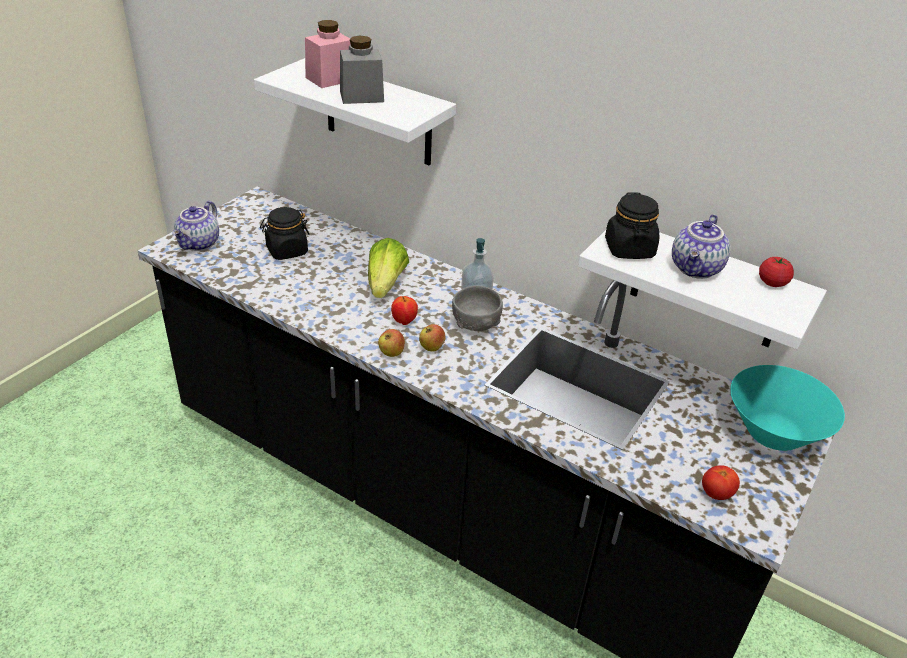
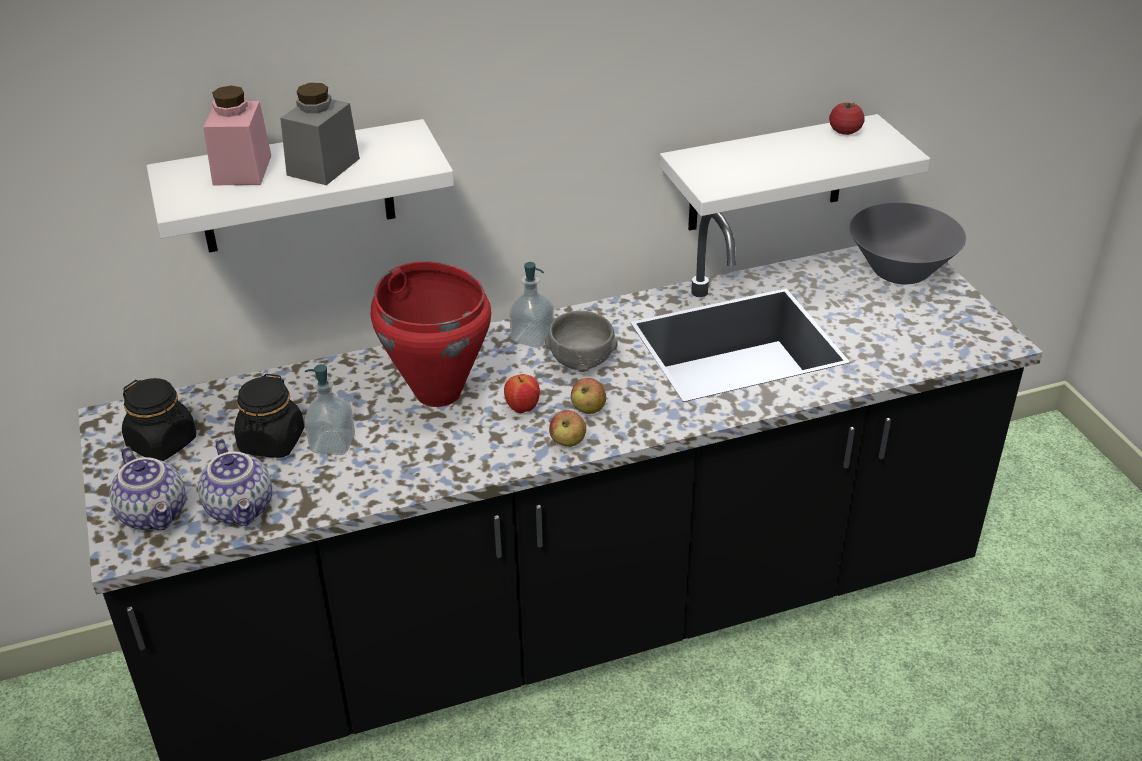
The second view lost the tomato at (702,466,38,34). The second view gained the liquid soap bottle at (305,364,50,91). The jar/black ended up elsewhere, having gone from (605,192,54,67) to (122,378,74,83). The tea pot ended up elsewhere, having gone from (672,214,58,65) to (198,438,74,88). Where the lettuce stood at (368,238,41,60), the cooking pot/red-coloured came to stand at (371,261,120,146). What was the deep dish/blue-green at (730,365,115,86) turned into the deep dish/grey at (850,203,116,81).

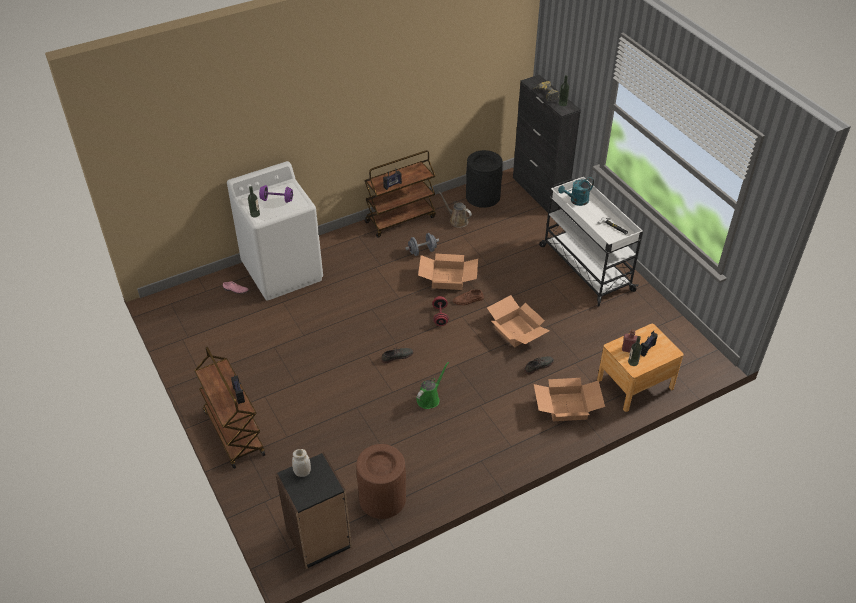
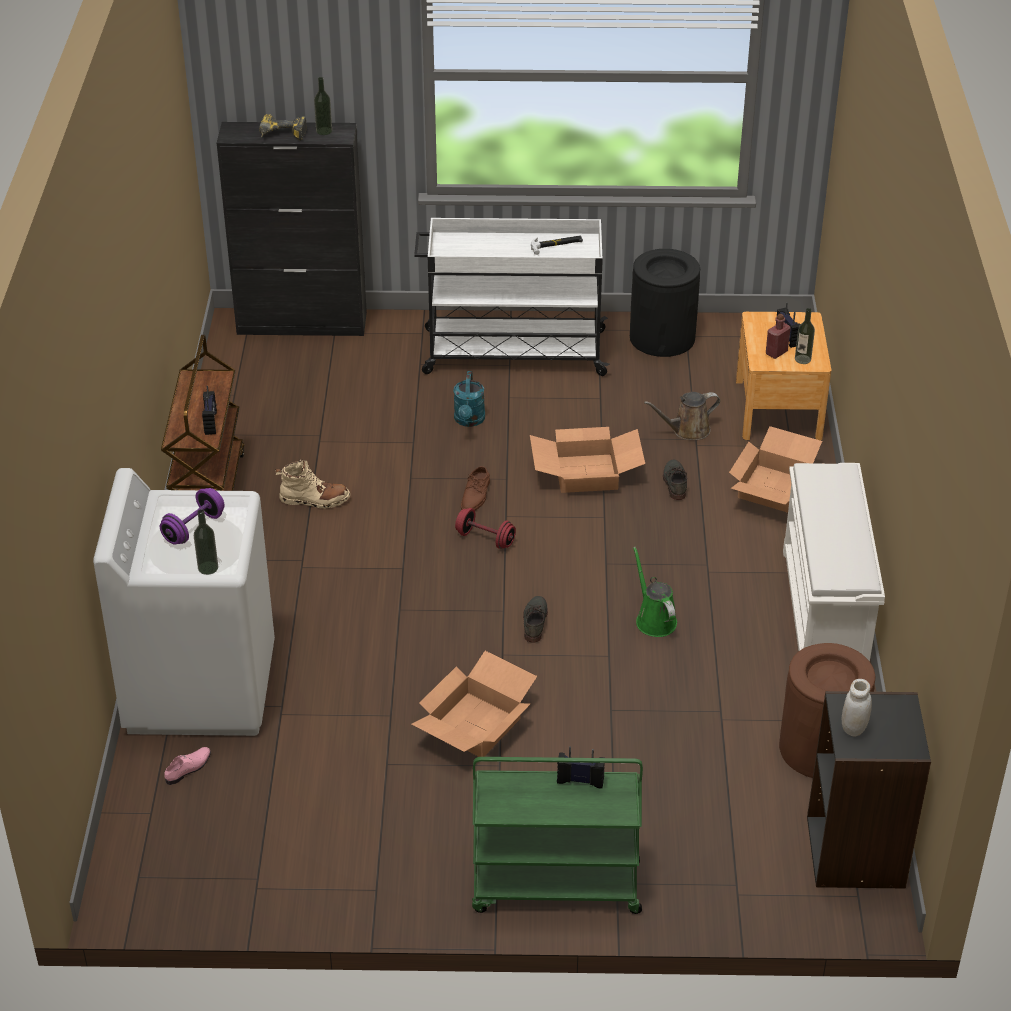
The second view gained the shoe shelf/white at (783,463,102,198). The cardboard box ended up elsewhere, having gone from (418,254,60,36) to (412,651,125,106). The sprinkling can/brownish ended up elsewhere, having gone from (439,191,33,37) to (644,392,76,48). The rubbish bin/black ended up elsewhere, having gone from (466,150,37,58) to (630,249,70,108). The sprinkling can/blue-green ended up elsewhere, having gone from (558,177,36,29) to (453,371,32,56). Where the dumbbell/grey stood at (405,233,34,23), the boot/beige came to stand at (275,459,75,50). What was the wheeled cart/brownish at (194,347,72,122) turned into the wheeled cart/green at (472,757,171,157).

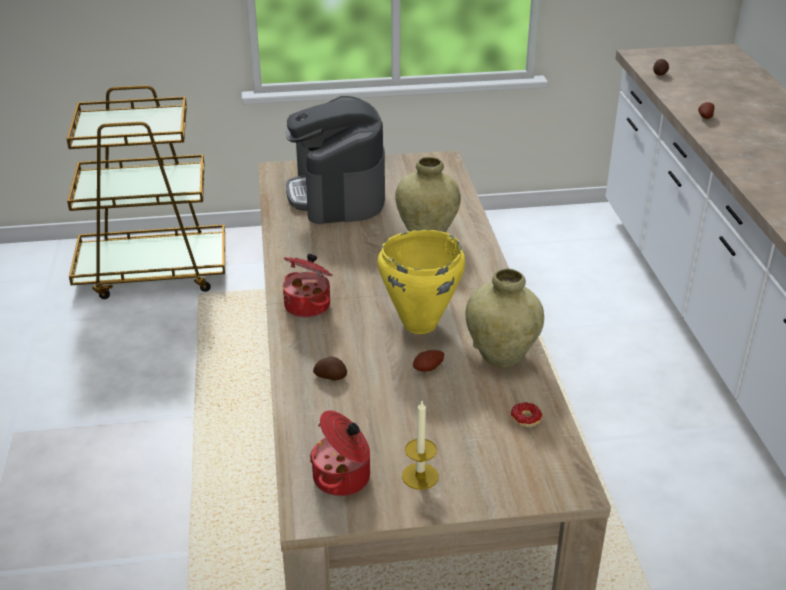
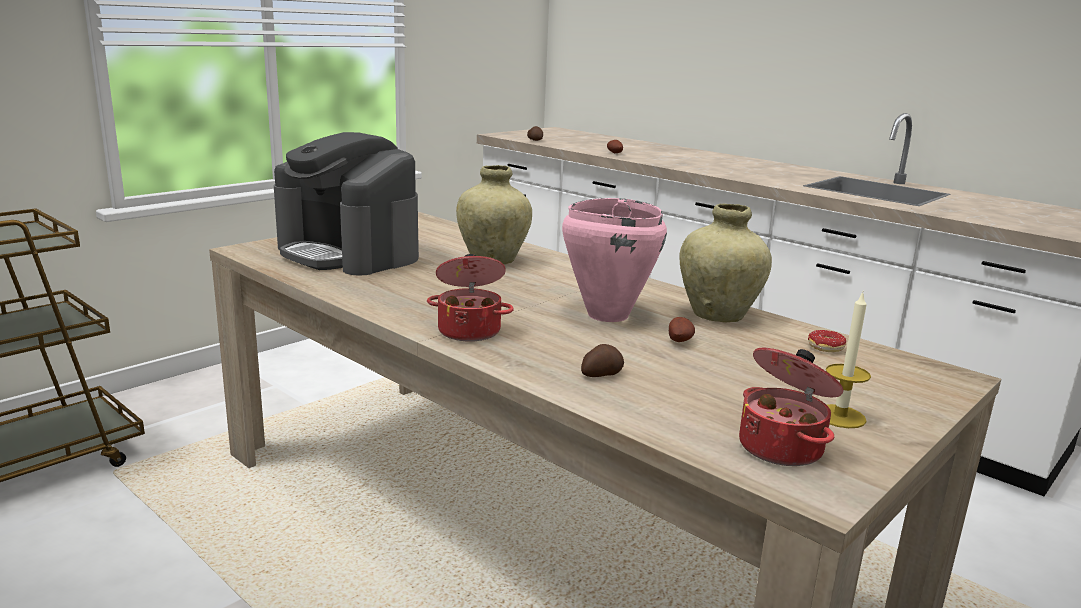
What was the cooking pot/yellow at (377,230,88,104) turned into the cooking pot/pink-coloured at (562,198,105,124).

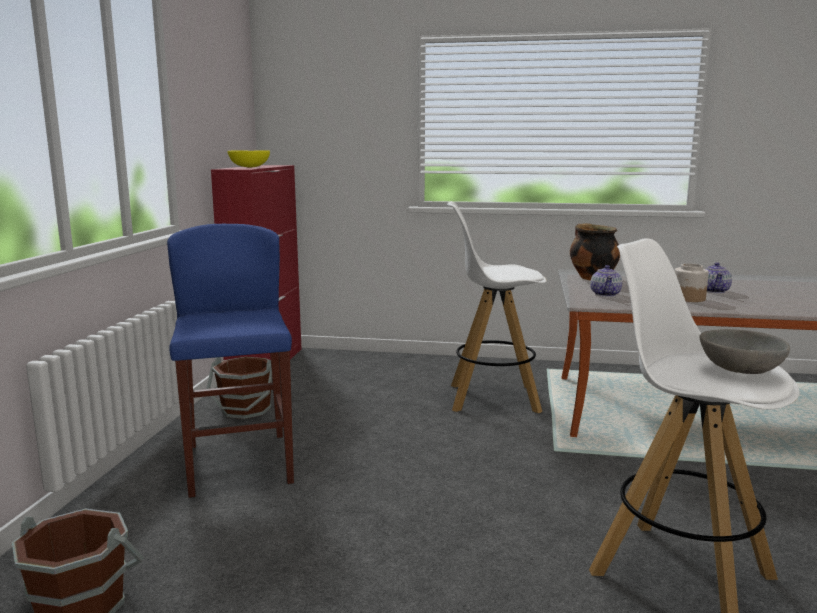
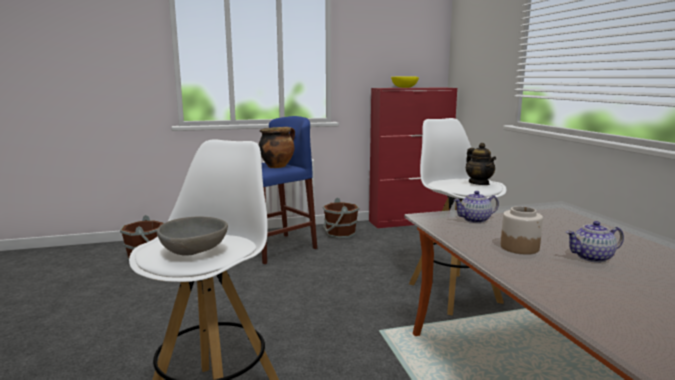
The second view gained the tea pot at (466,143,30,42). The cooking pot ended up elsewhere, having gone from (570,223,50,58) to (259,127,36,41).

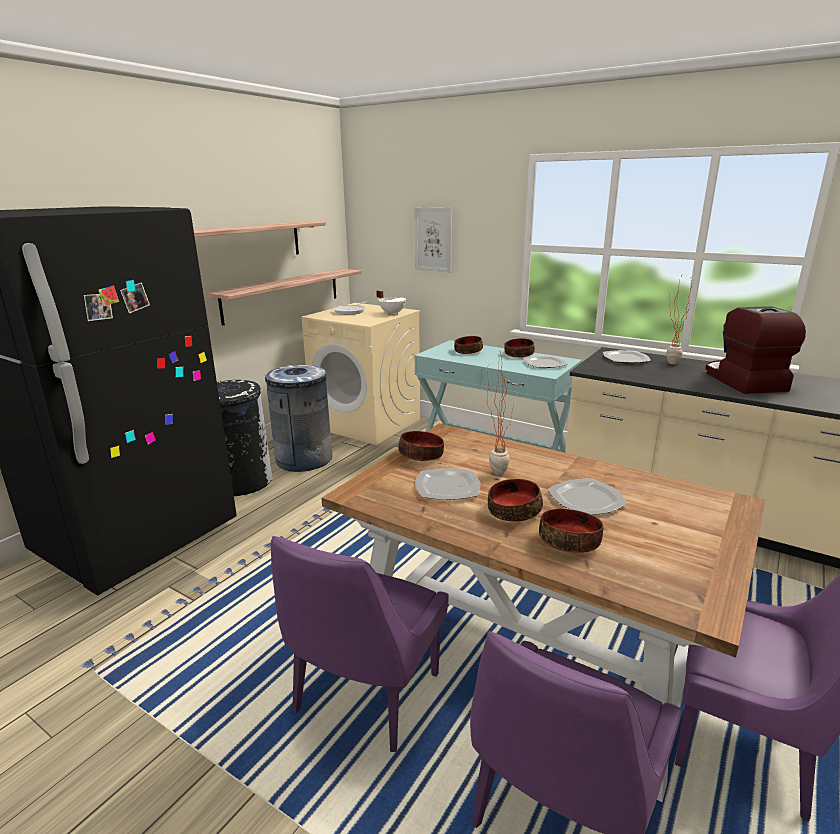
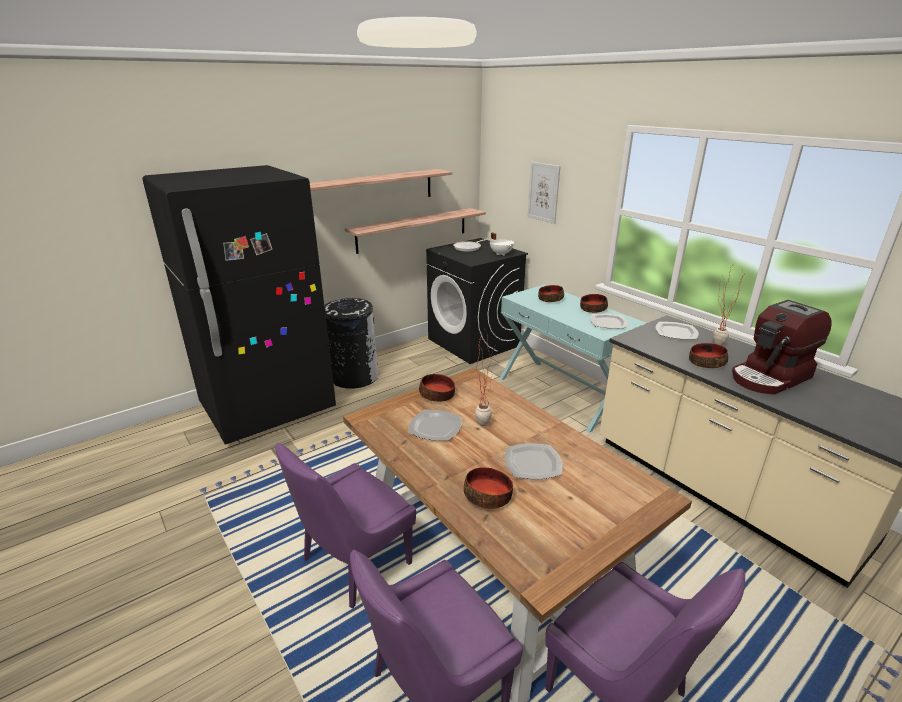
The second view lost the rubbish bin/grey at (265,365,68,107). The deep dish ended up elsewhere, having gone from (488,479,55,43) to (689,343,39,25). What was the washing machine/beige at (302,303,119,142) turned into the washing machine/black at (426,238,102,126). The coffee brewer at (705,306,101,88) ended up facing another way, 135 degrees counterclockwise from before.

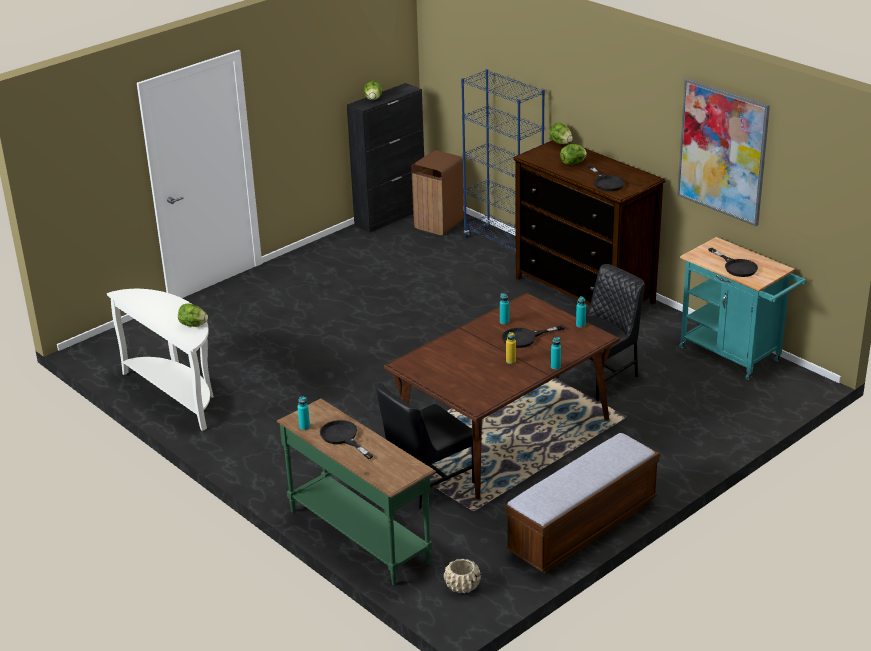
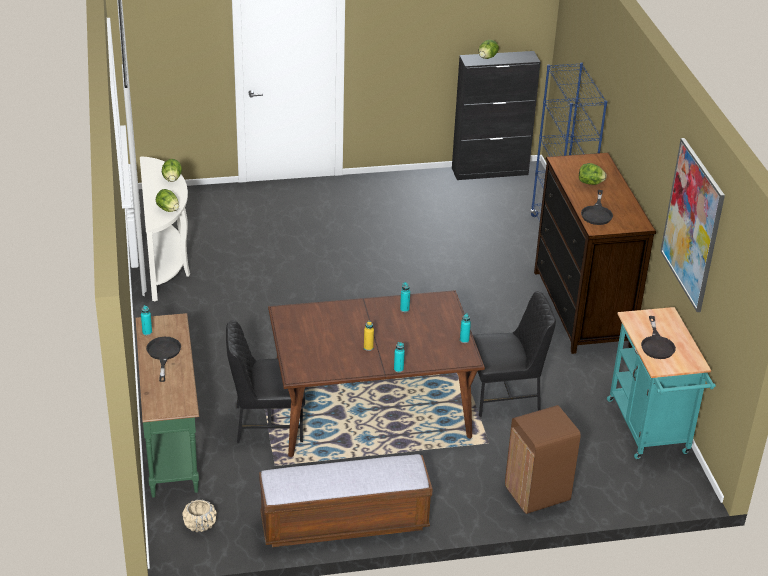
The second view lost the pan/black at (502,325,63,23). The rubbish bin/brownish ended up elsewhere, having gone from (411,150,53,85) to (505,405,76,109). The lettuce ended up elsewhere, having gone from (549,123,24,22) to (162,159,20,23).

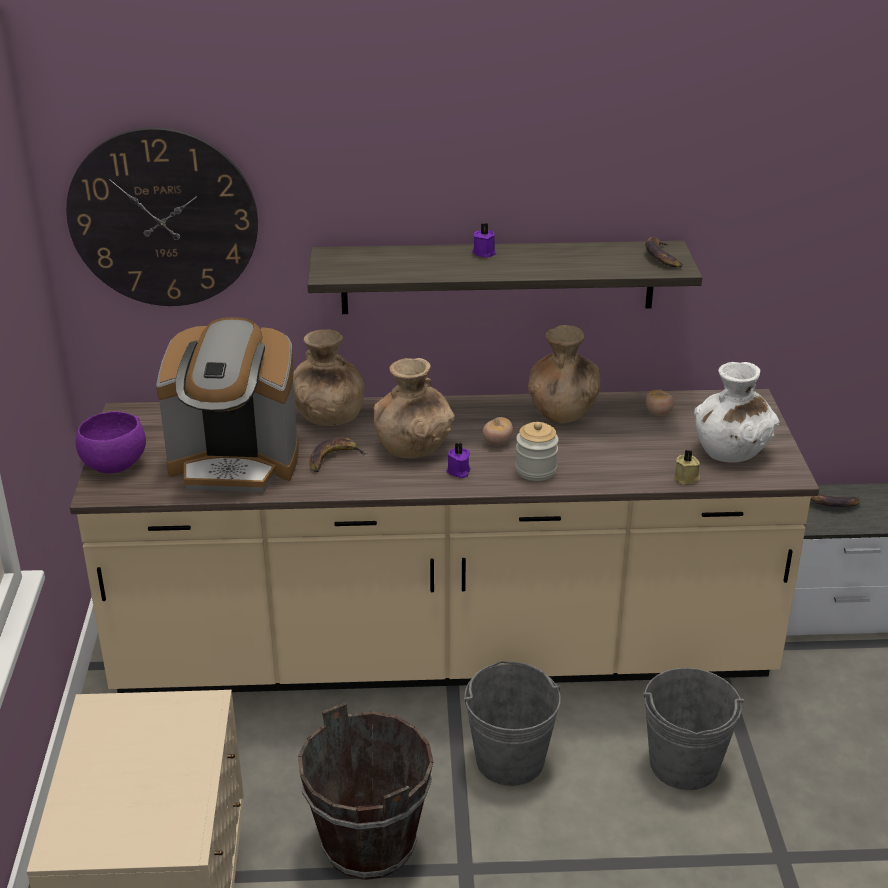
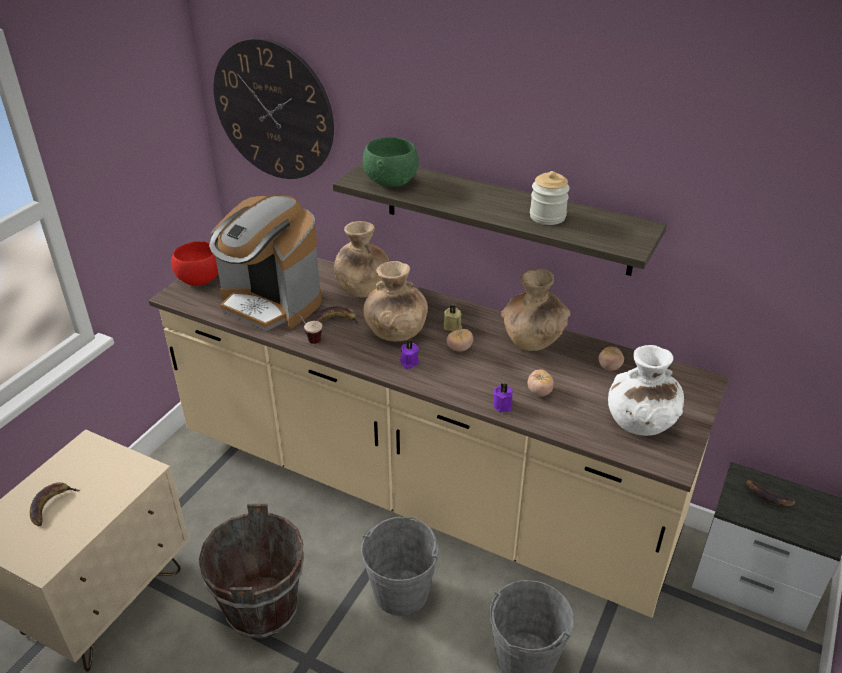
The second view gained the small cup at (290,311,32,33). The second view gained the deep dish/green at (363,137,56,50). The second view gained the tomato at (528,369,26,27). The wax candle/purplish ended up elsewhere, having gone from (472,223,24,35) to (493,383,20,29). The jar ended up elsewhere, having gone from (515,422,44,59) to (530,171,40,54). The banana fruit ended up elsewhere, having gone from (645,237,37,31) to (30,482,50,45). The wax candle/beige ended up elsewhere, having gone from (673,449,27,36) to (444,305,18,26). What was the deep dish/purplish at (76,411,70,62) turned into the deep dish/red-coloured at (171,241,47,45).

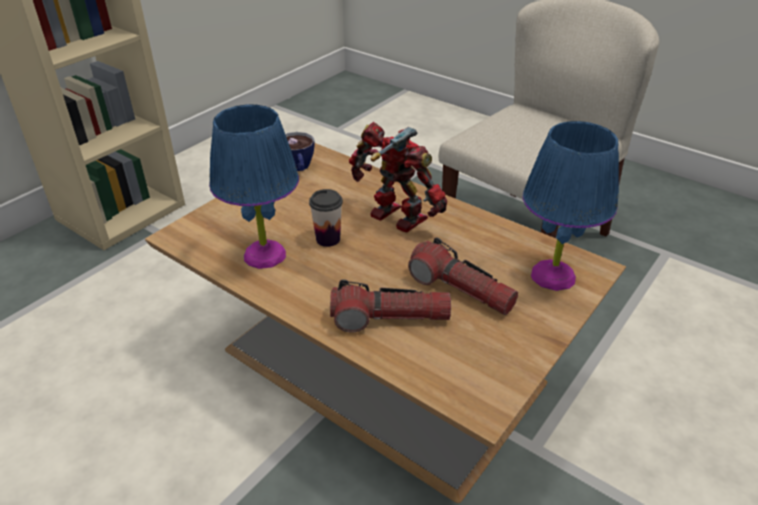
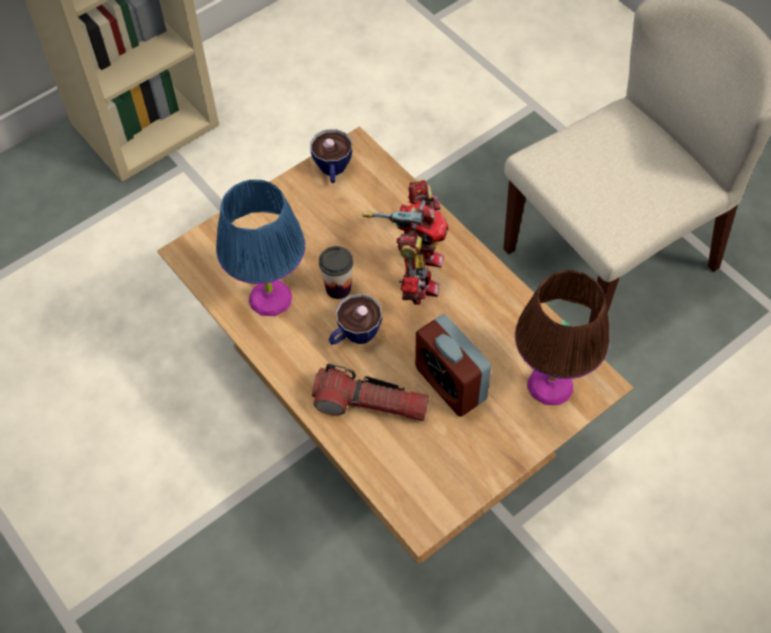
The second view gained the small cup at (329,294,53,51). Where the flashlight stood at (408,237,110,78), the alarm clock came to stand at (415,314,76,103). What was the lamp for a table/blue-coloured at (523,121,96,170) turned into the lamp for a table/brownish at (515,270,95,135). The toy robot at (349,122,98,110) ended up facing another way, 45 degrees clockwise from before.

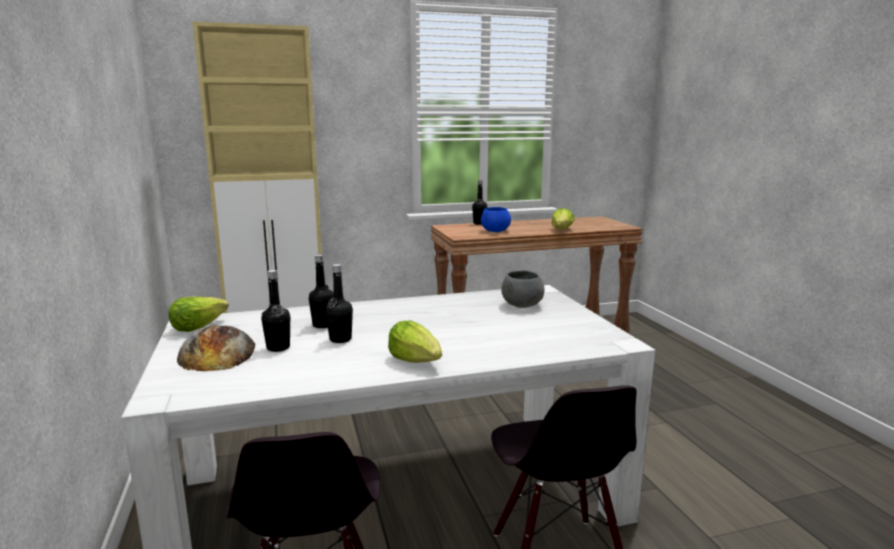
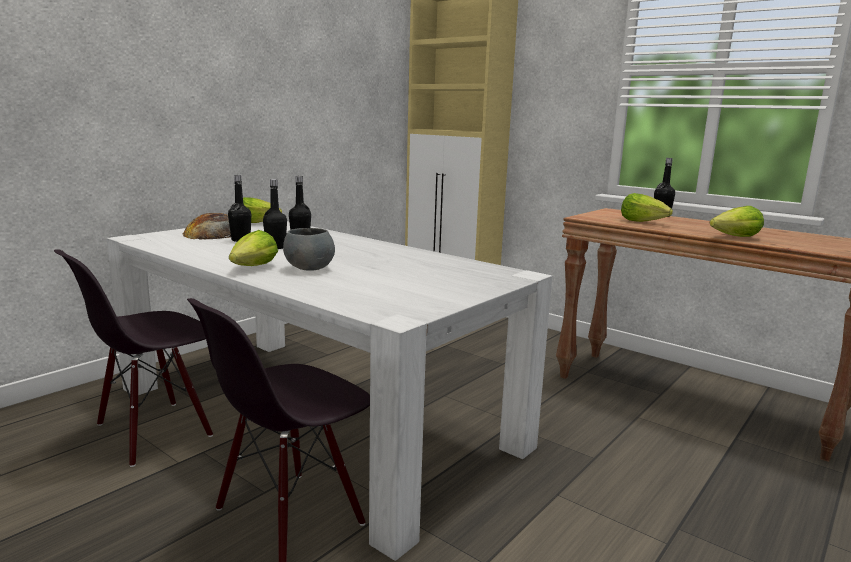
The deep dish/grey ended up elsewhere, having gone from (501,271,44,37) to (283,228,52,43). Where the deep dish/blue-coloured stood at (481,207,30,25), the lettuce came to stand at (621,193,52,29).

